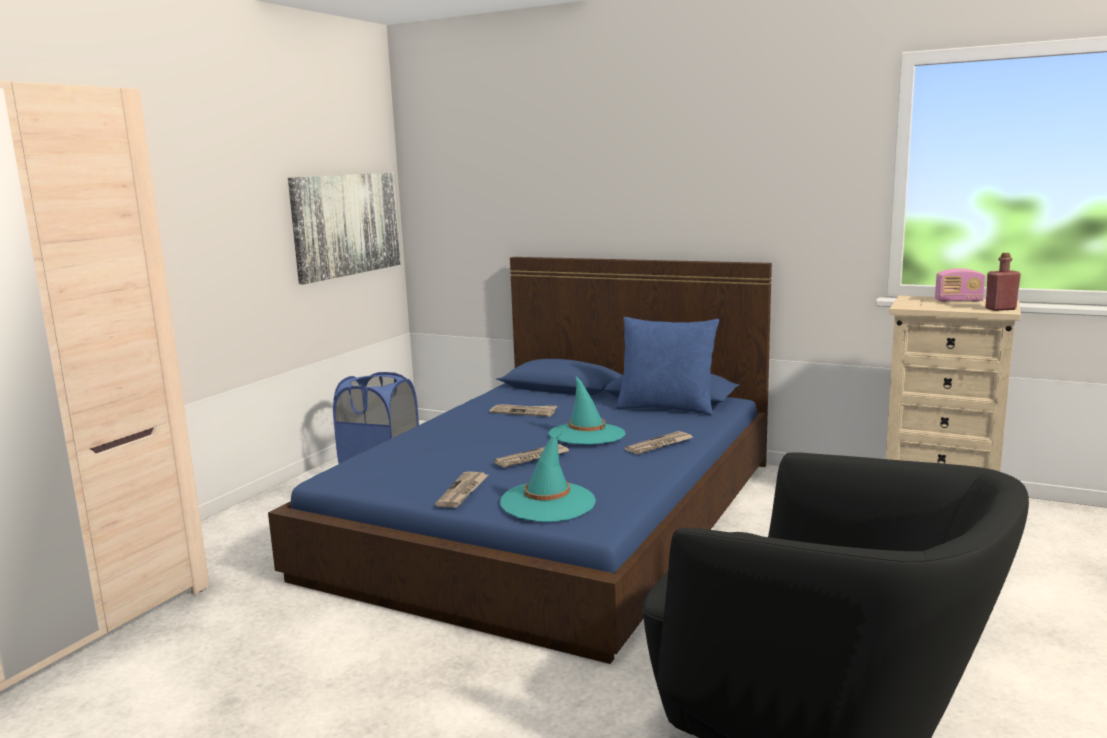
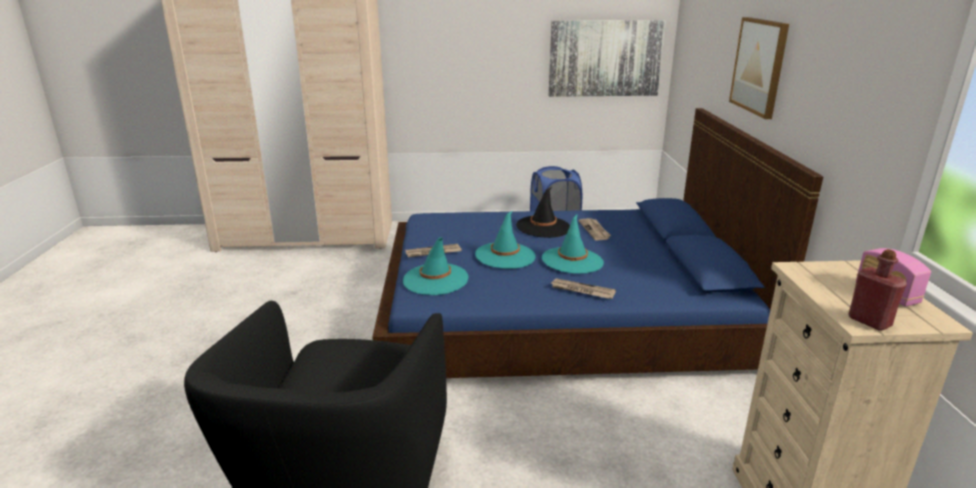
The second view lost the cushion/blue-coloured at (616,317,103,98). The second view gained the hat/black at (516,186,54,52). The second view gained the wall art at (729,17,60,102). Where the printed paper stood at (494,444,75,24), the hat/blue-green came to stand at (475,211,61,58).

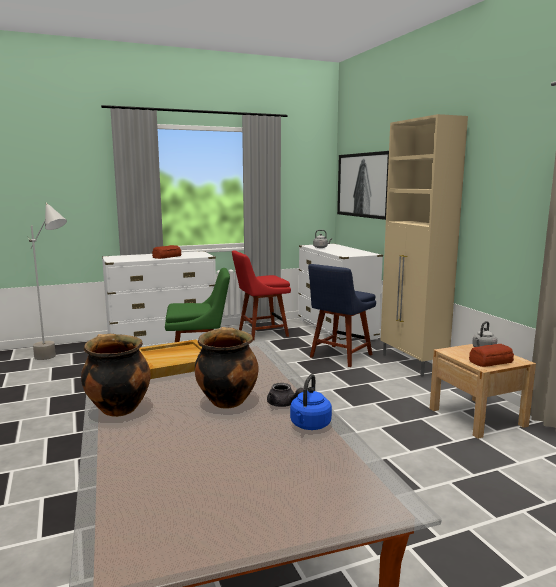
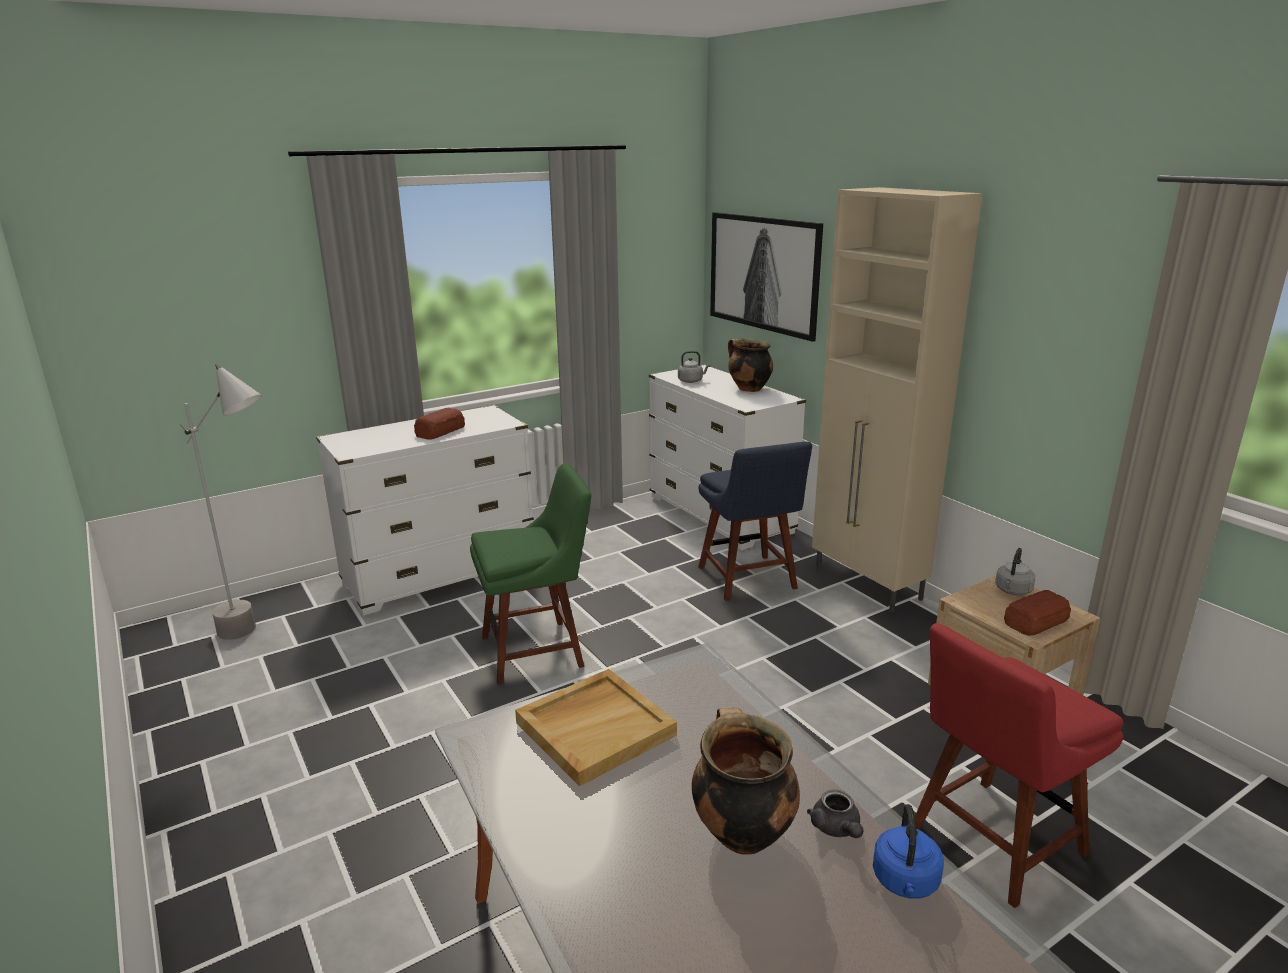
The cooking pot ended up elsewhere, having gone from (81,334,70,83) to (728,338,45,54). The chair/red-coloured ended up elsewhere, having gone from (232,250,59,90) to (914,623,209,285). The tea pot/grey at (267,383,36,24) ended up facing another way, 45 degrees clockwise from before. The chair/blue-coloured at (308,264,68,103) ended up facing another way, 45 degrees counterclockwise from before.

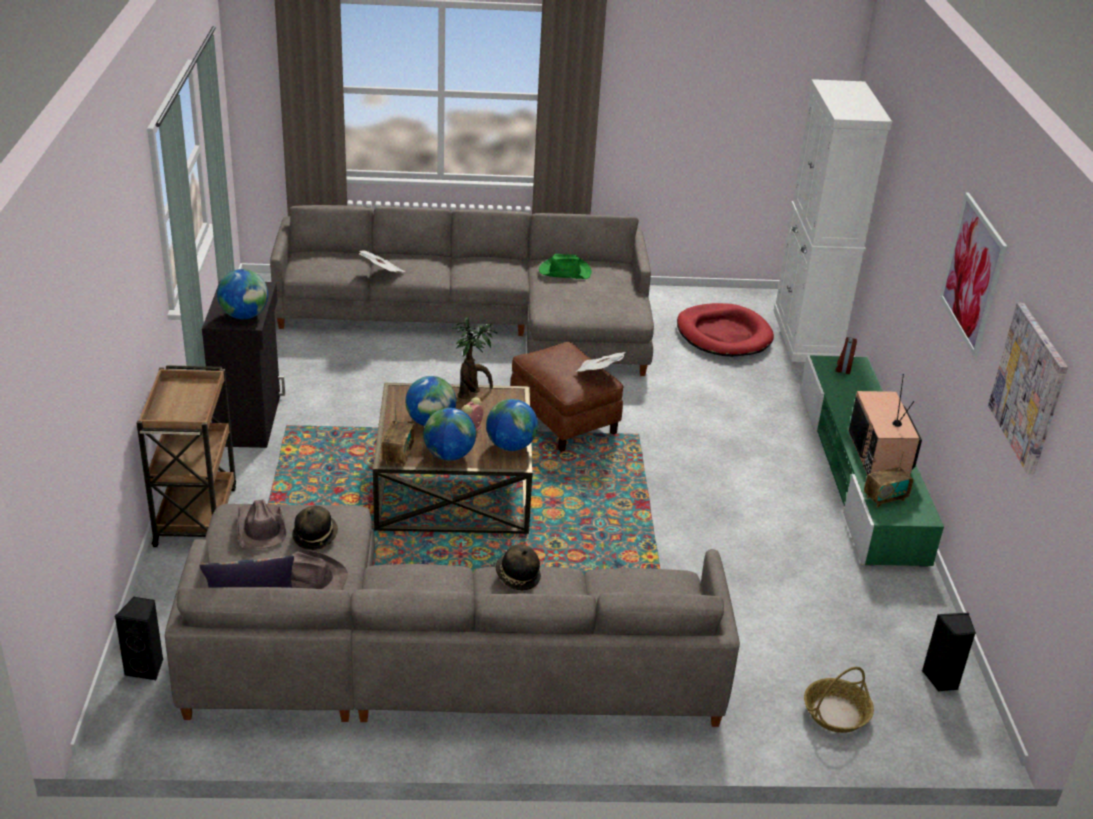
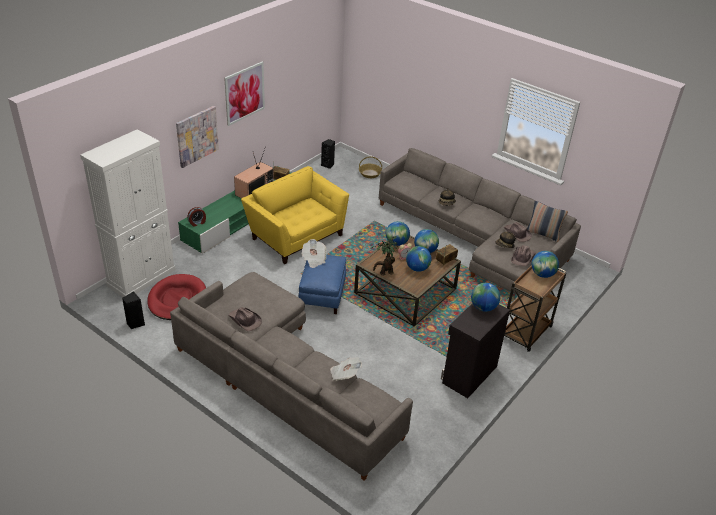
The second view gained the lounge chair/yellow at (241,166,108,98). The second view gained the globe at (532,251,27,27). The speaker/black ended up elsewhere, having gone from (115,597,49,83) to (122,291,23,38). The wall art ended up elsewhere, having gone from (988,303,80,172) to (176,106,43,62). What was the footrest/brownish at (510,342,113,110) turned into the footrest/blue-coloured at (299,255,47,59). What was the hat/green at (539,254,52,25) turned into the hat/brownish at (228,307,34,24).

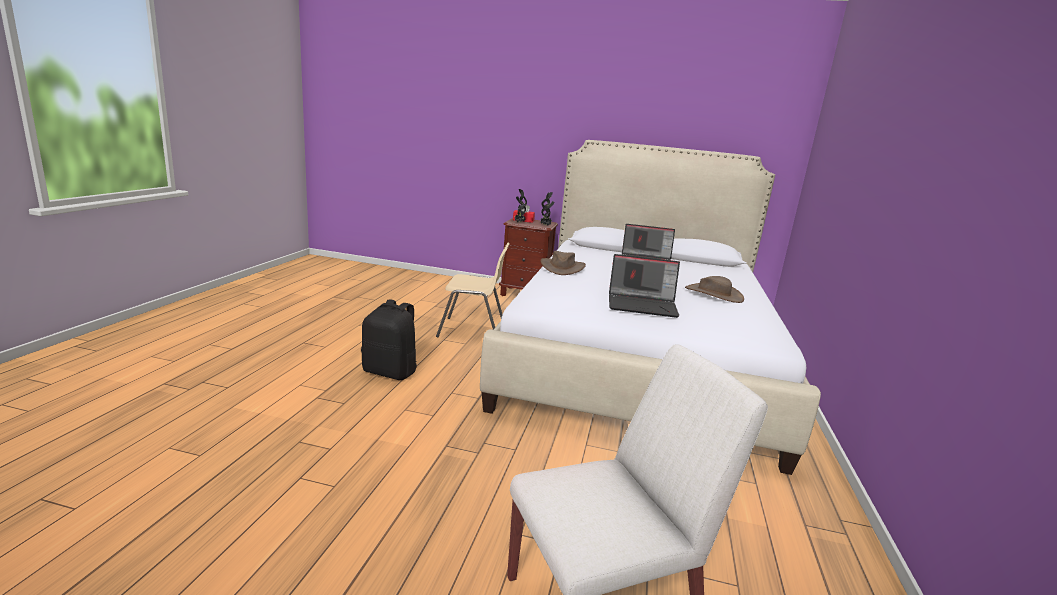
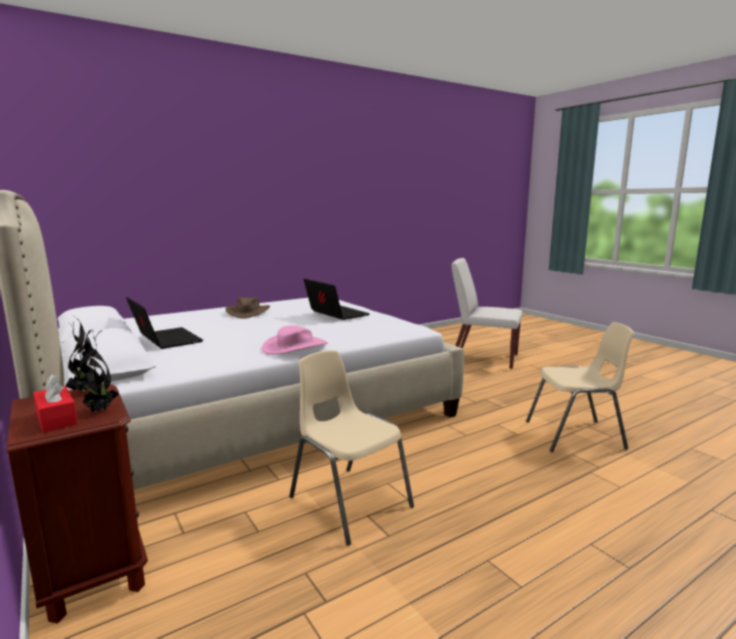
The second view lost the knapsack/black at (361,299,56,81). The second view gained the chair/beige at (526,322,108,130). What was the hat/brownish at (540,251,46,24) turned into the hat/pink-coloured at (262,326,66,28).

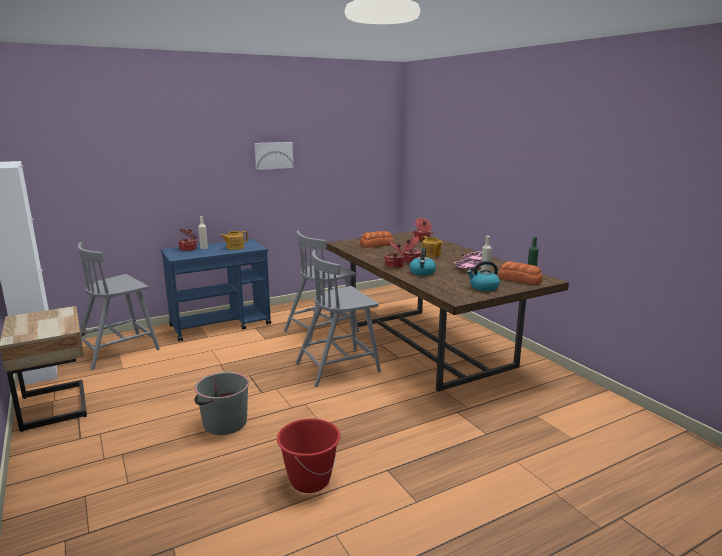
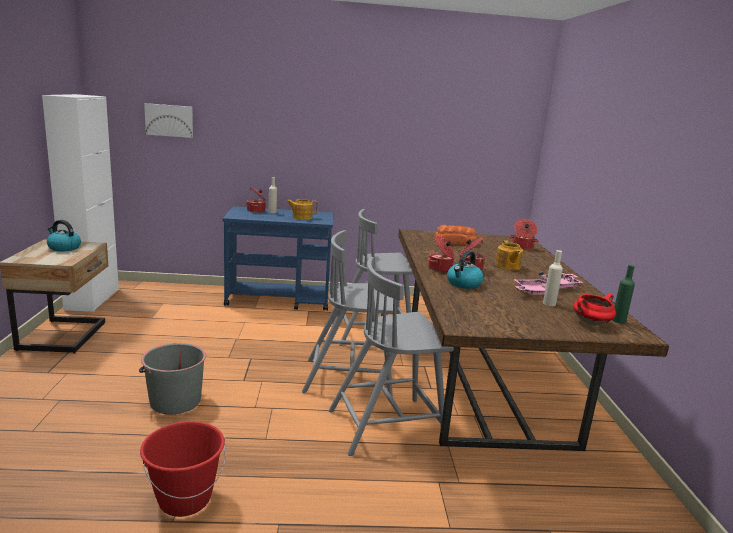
The chair/grey ended up elsewhere, having gone from (78,242,82,128) to (329,257,125,199). The wall art ended up elsewhere, having gone from (254,142,39,28) to (144,103,49,35). The kettle ended up elsewhere, having gone from (467,261,33,30) to (47,220,34,32). Where the baked bread stood at (498,261,45,24), the cooking pot/red-coloured came to stand at (573,293,43,33).

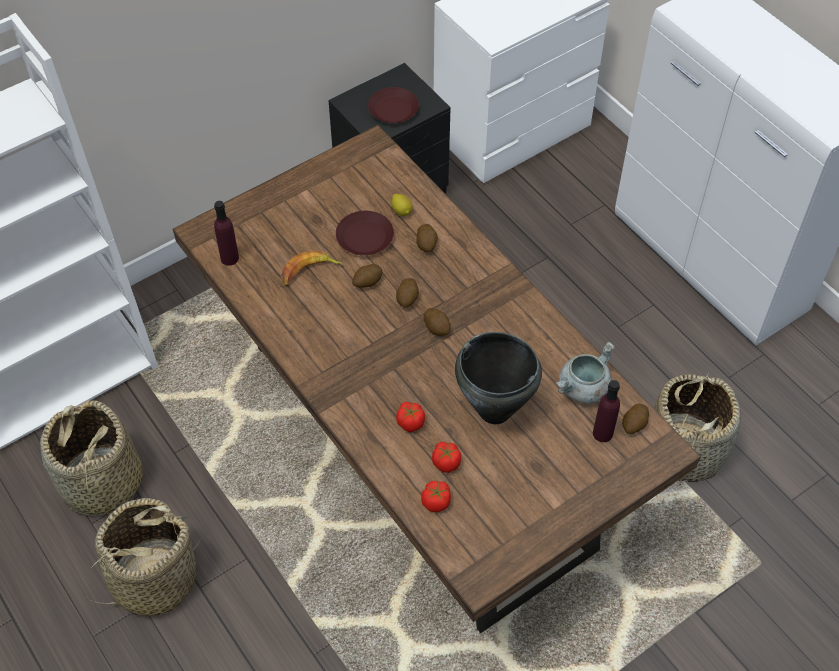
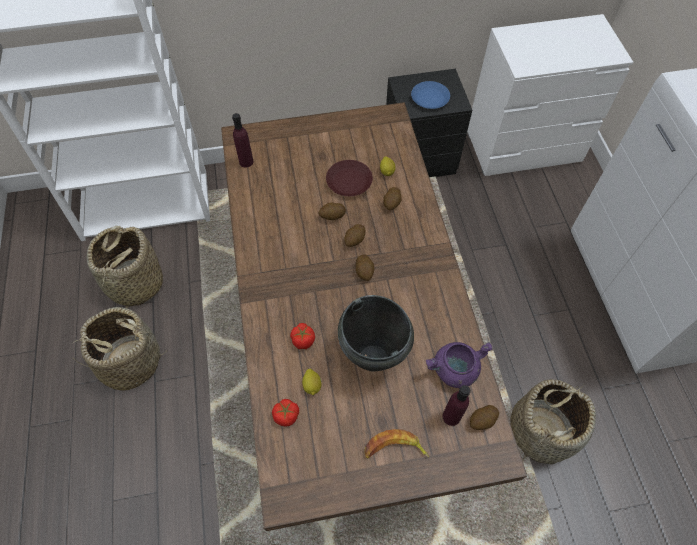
The banana fruit ended up elsewhere, having gone from (281,251,62,35) to (365,429,64,30). Where the tomato stood at (432,442,29,31), the citrus fruit came to stand at (302,369,19,26). What was the plate/brownish at (368,87,51,36) turned into the plate/blue-coloured at (411,81,39,28). What was the cooking pot/grey at (556,341,59,63) turned into the cooking pot/purplish at (426,342,67,46).

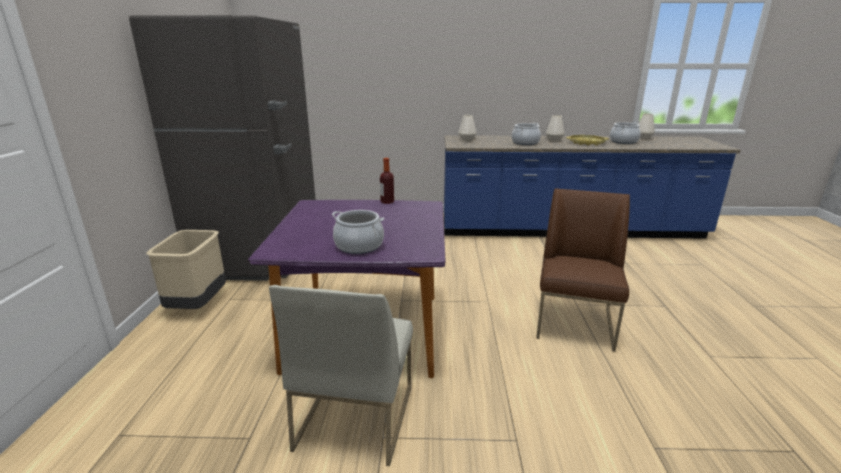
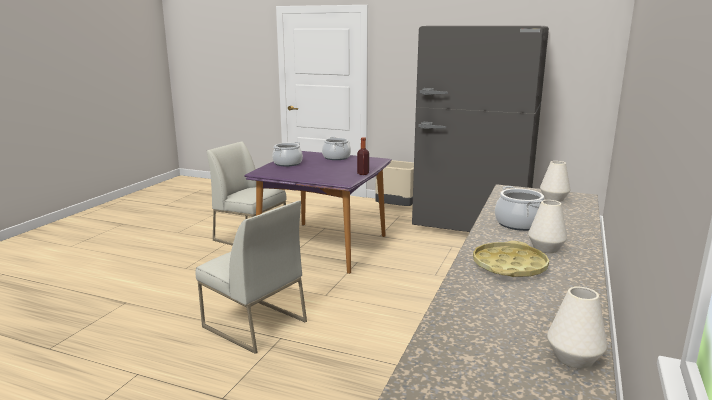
The cooking pot ended up elsewhere, having gone from (610,122,31,22) to (322,137,29,23). What was the chair/brownish at (536,188,94,164) turned into the chair/white at (196,200,111,154).

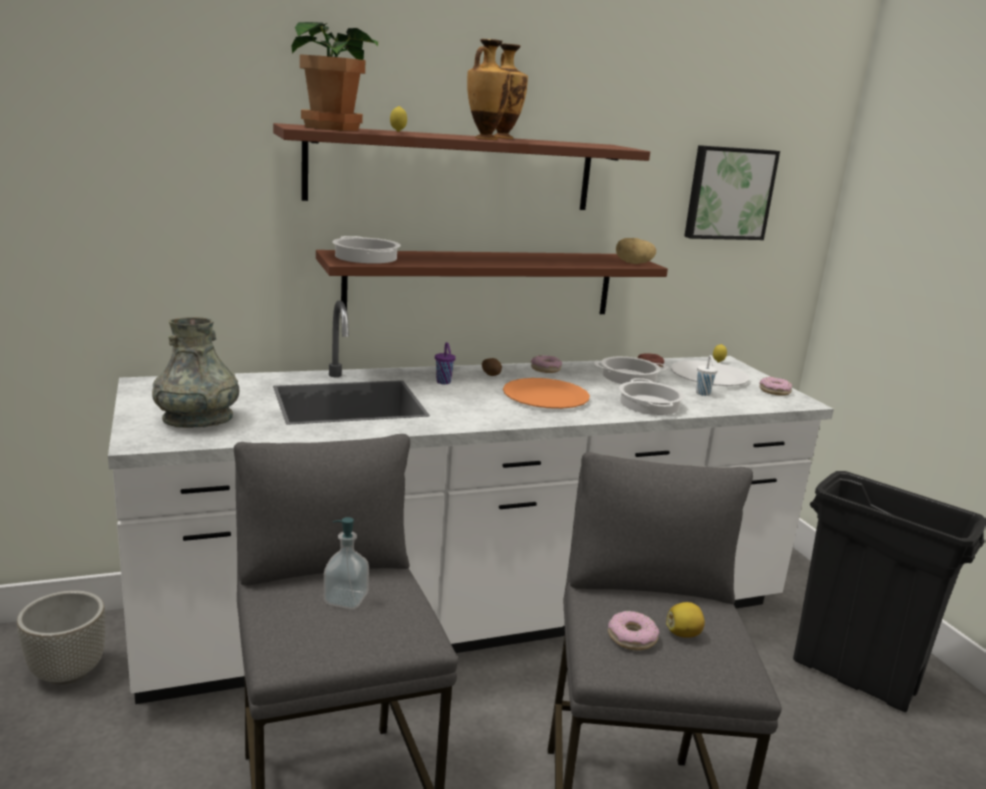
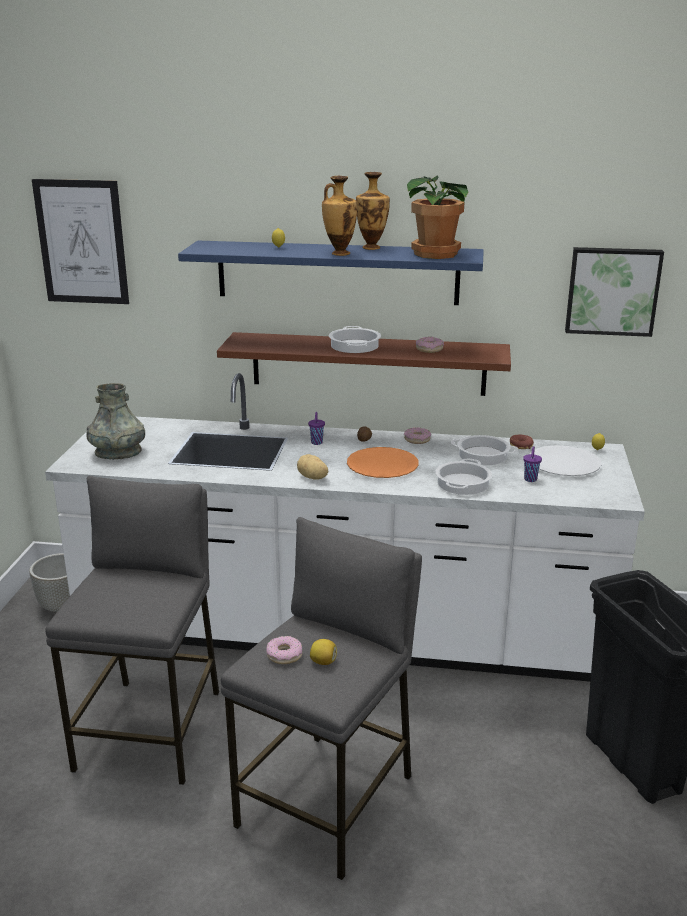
The second view lost the liquid soap bottle at (324,517,45,92). The second view gained the wall art at (32,179,97,125). The plant in a pot ended up elsewhere, having gone from (291,22,87,109) to (407,175,61,84). The cooking pot ended up elsewhere, having gone from (332,236,68,28) to (329,326,52,27). The potato ended up elsewhere, having gone from (616,238,40,26) to (297,454,31,26). The donut ended up elsewhere, having gone from (759,377,33,19) to (416,337,28,16). What was the shelf/brownish at (273,123,377,87) turned into the shelf/blue-coloured at (178,241,306,64). What was the small cup/white at (696,355,22,41) turned into the small cup/purplish at (523,446,19,36).

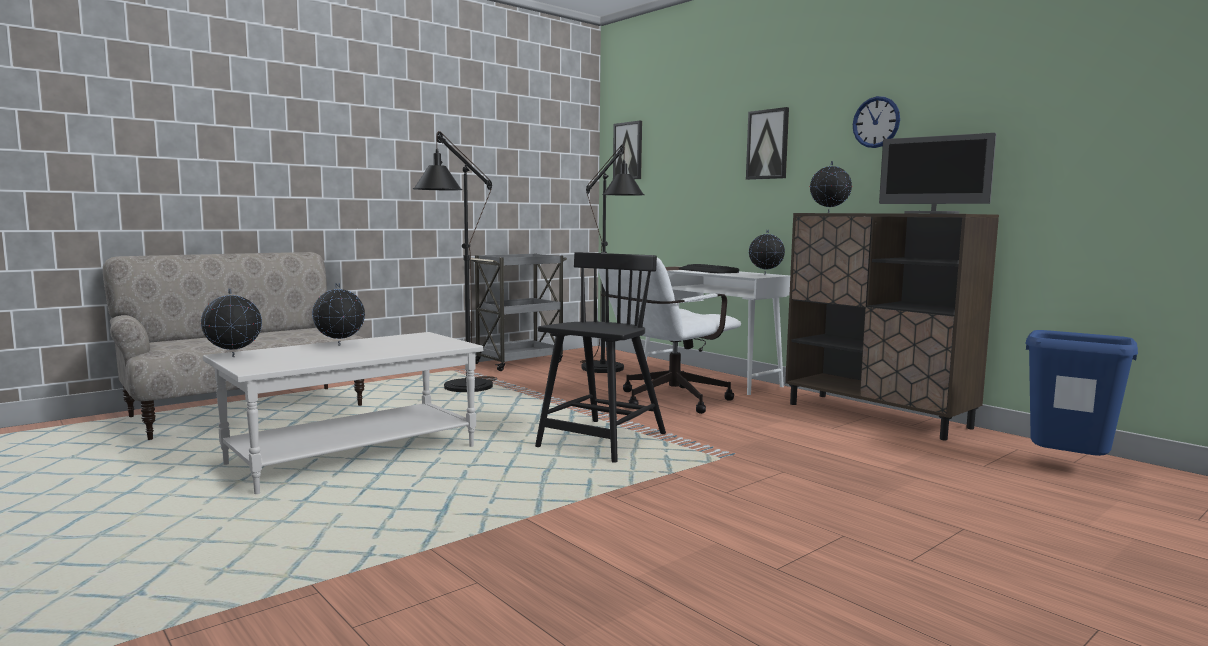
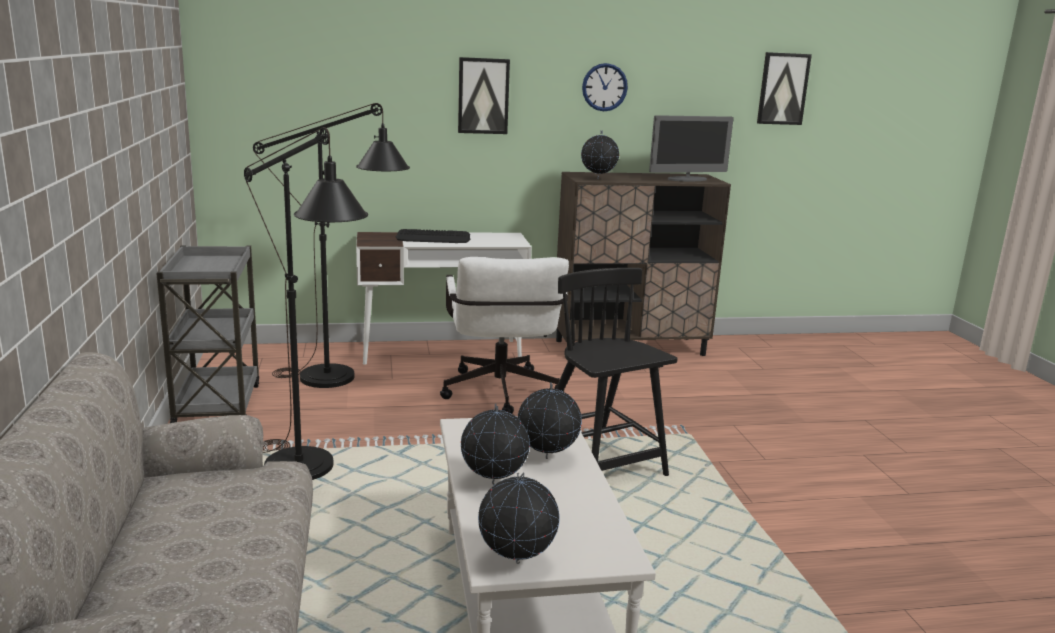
The second view lost the rubbish bin/blue-coloured at (1025,330,113,126). The wall art ended up elsewhere, having gone from (613,121,29,58) to (757,52,55,73). The globe ended up elsewhere, having gone from (749,230,36,45) to (518,382,64,77).

